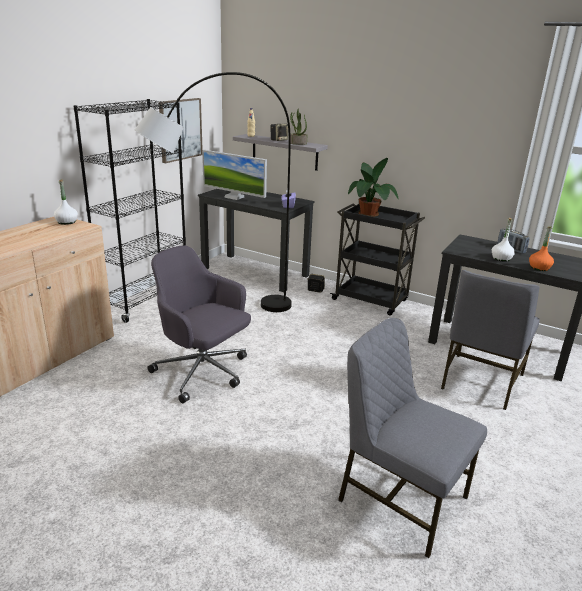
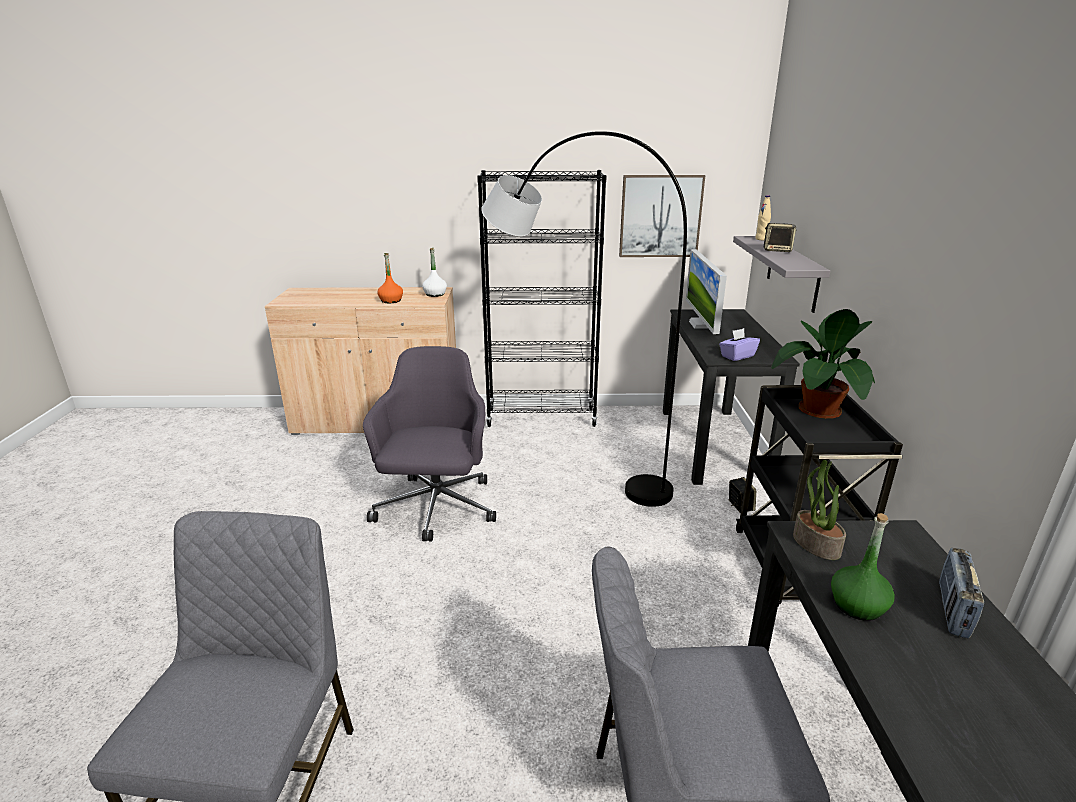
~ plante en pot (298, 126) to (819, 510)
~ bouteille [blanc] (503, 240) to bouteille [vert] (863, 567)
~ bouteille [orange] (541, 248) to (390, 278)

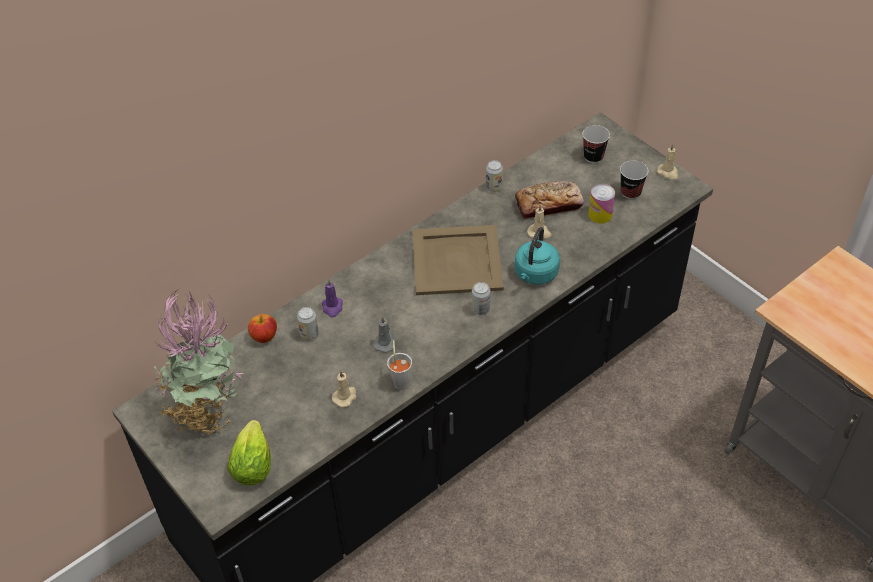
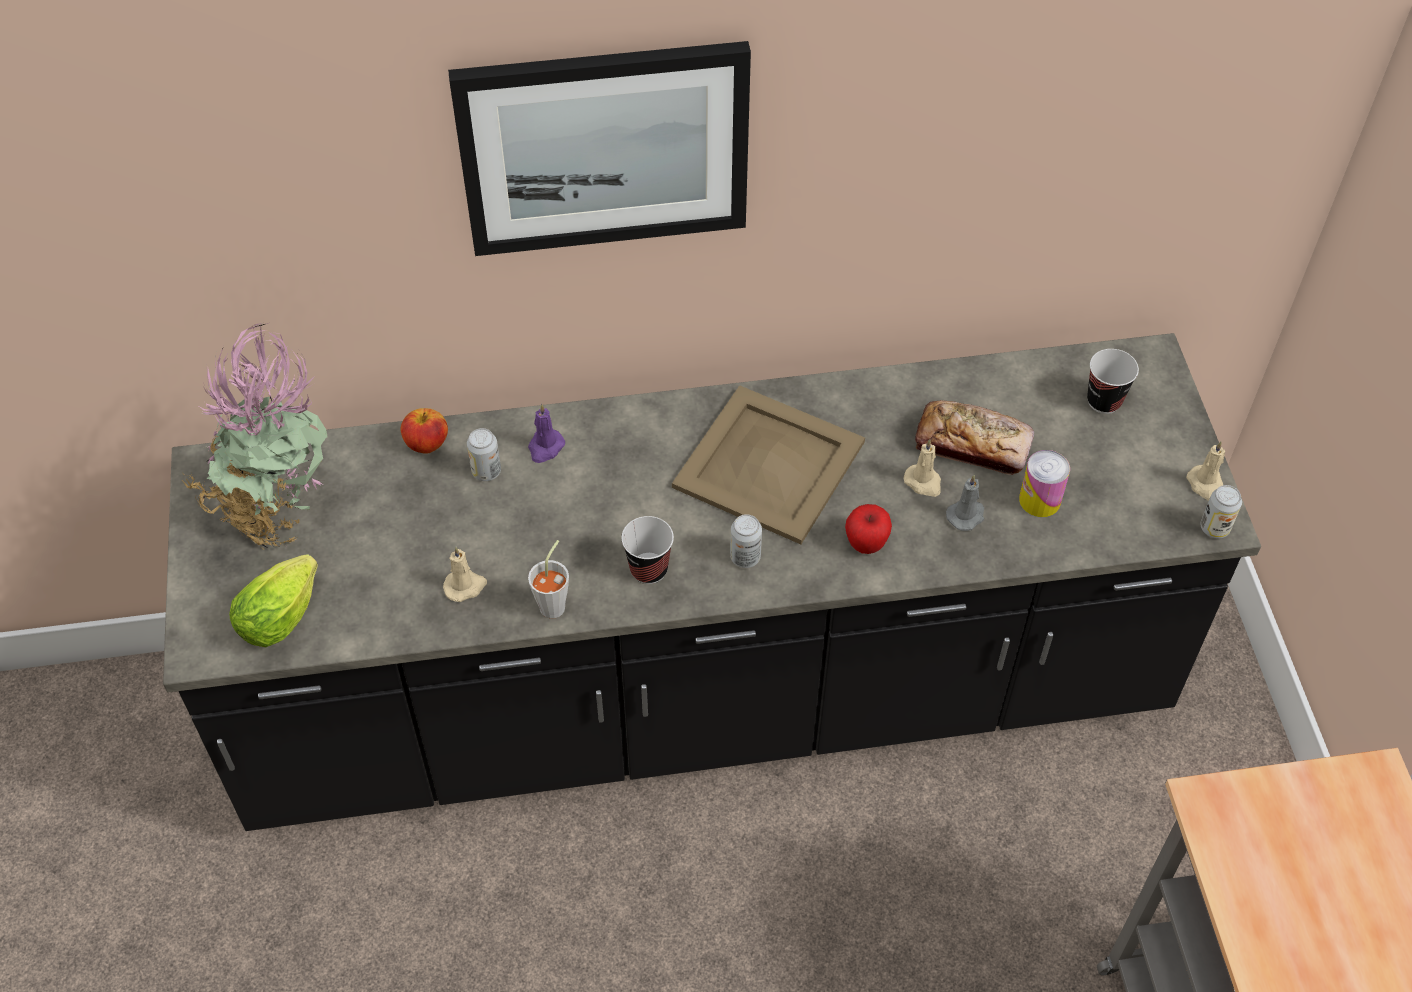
~ bougie [gris] (384, 334) to (965, 503)
~ boîte métallique (494, 176) to (1221, 511)
~ bouilloire [turquoise] (537, 256) to pomme (868, 529)
~ tasse (634, 179) to (647, 550)
+ tableau (599, 148)

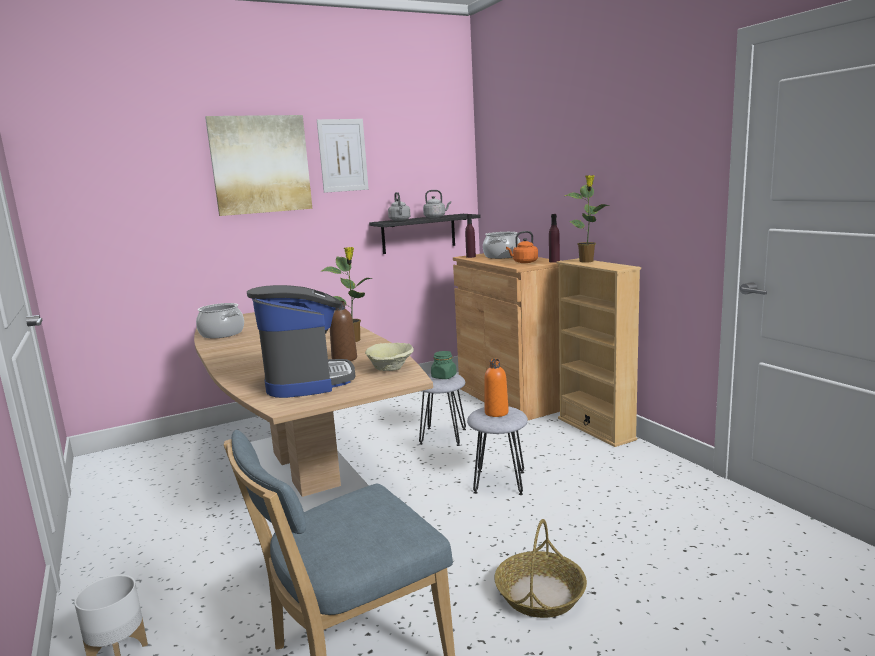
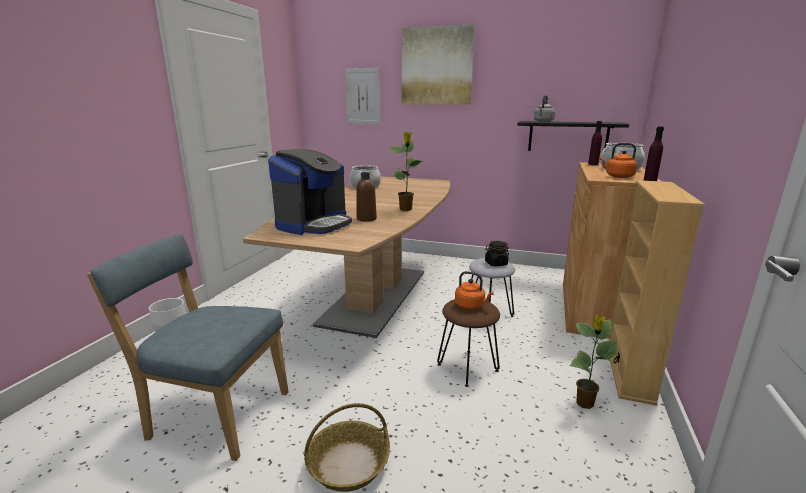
~ tableau (343, 156) to (362, 96)
- bol [beige] (389, 357)
- bouilloire [gris] (437, 204)
~ bocal [vert] (444, 365) to bocal [noir] (497, 253)
~ tabouret [gris] (497, 450) to tabouret [marron] (468, 343)
~ bouteille [orange] (496, 388) to bouilloire [orange] (474, 290)
~ plante en pot (587, 219) to (593, 362)

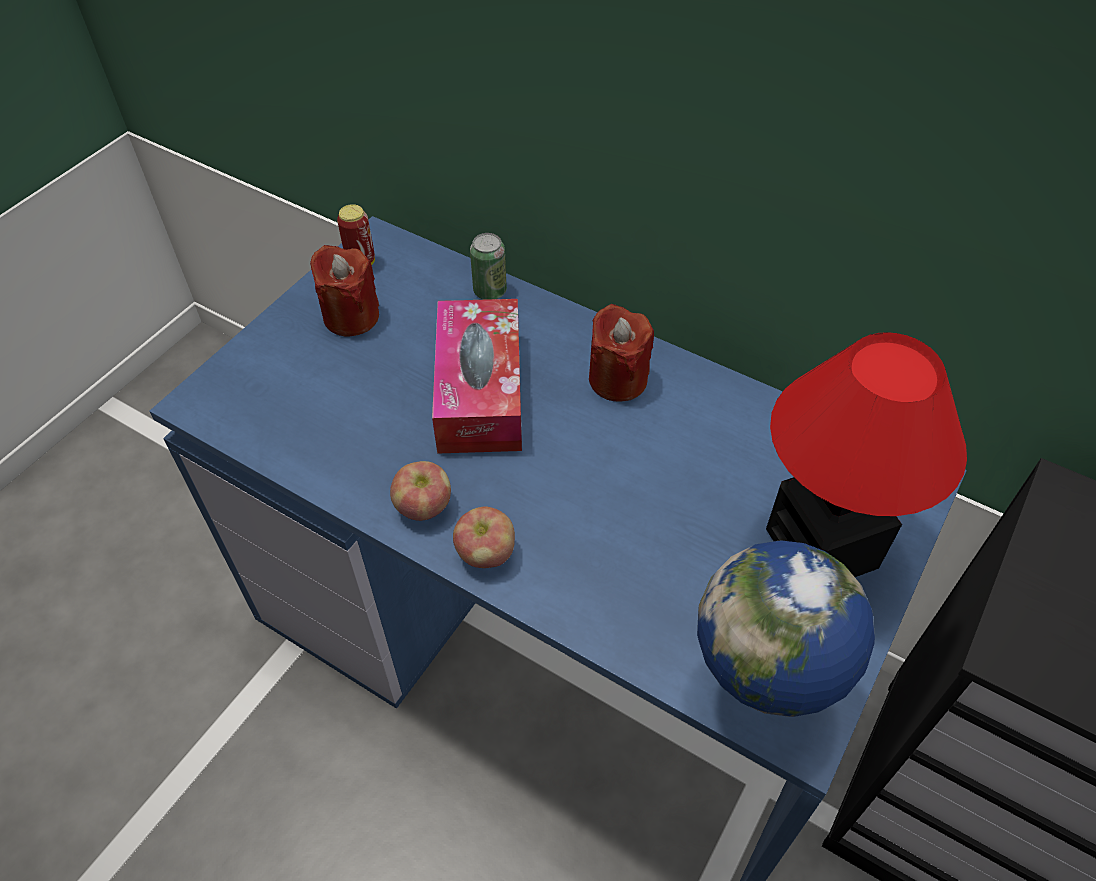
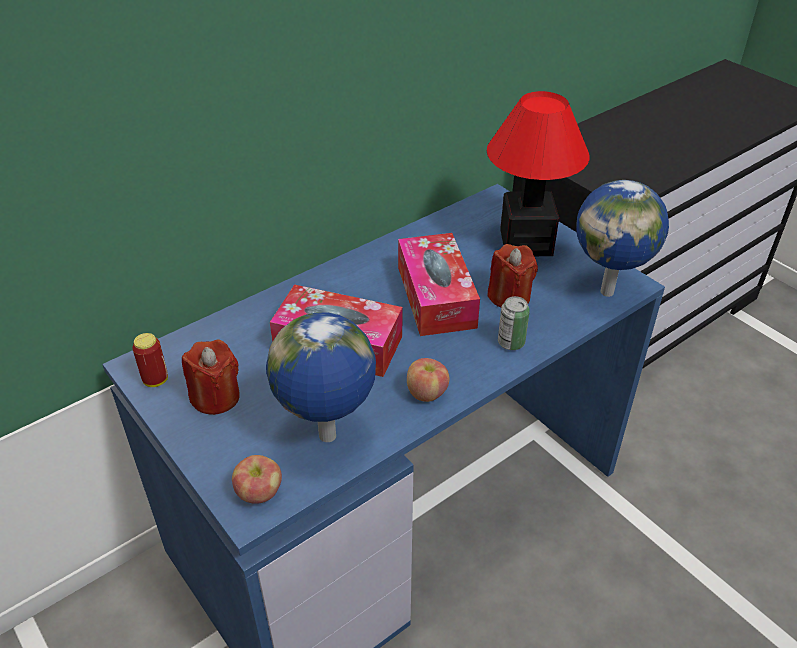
~ pomme (484, 537) to (257, 479)
~ boîte métallique (488, 266) to (514, 323)
~ bougie [rouge] (621, 353) to (512, 276)
+ globe (321, 377)
+ boîte à mouchoirs (439, 284)

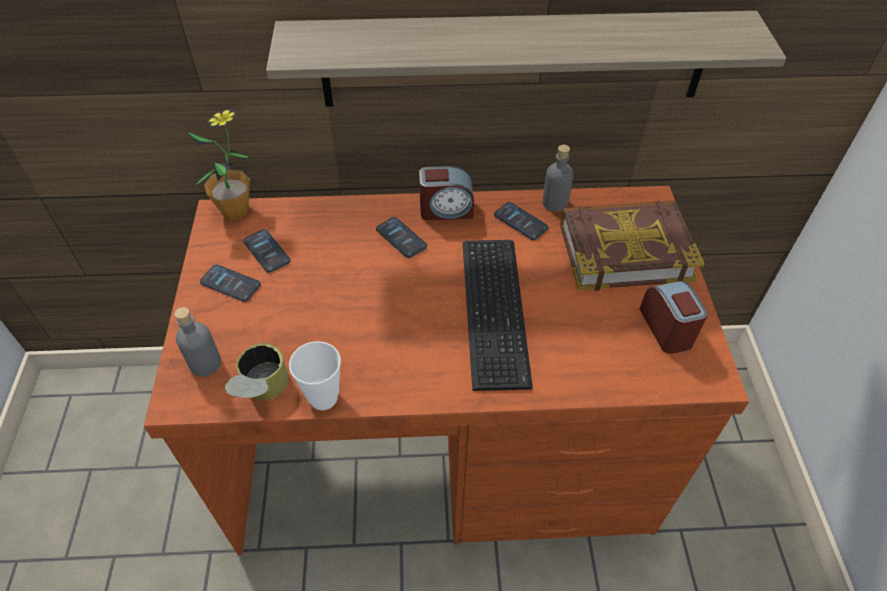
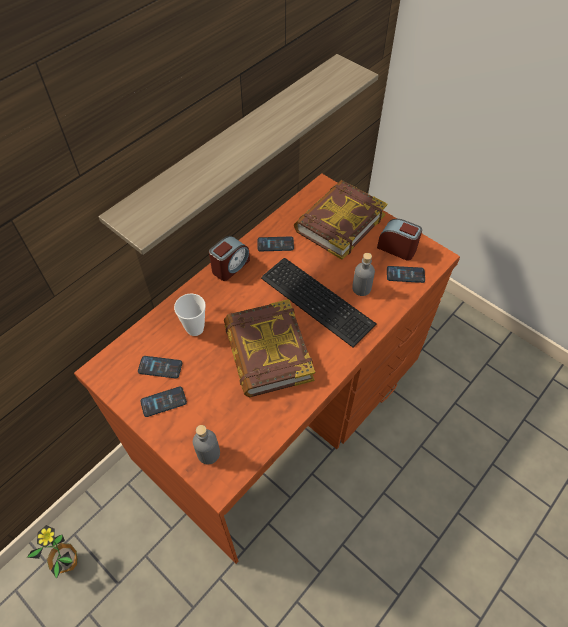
~ plante en pot (219, 164) to (52, 552)
- boîte métallique (257, 371)
~ tasse (315, 375) to (190, 315)
~ téléphone (401, 237) to (406, 274)
~ bouteille [gris] (558, 178) to (363, 274)
+ livre (269, 348)

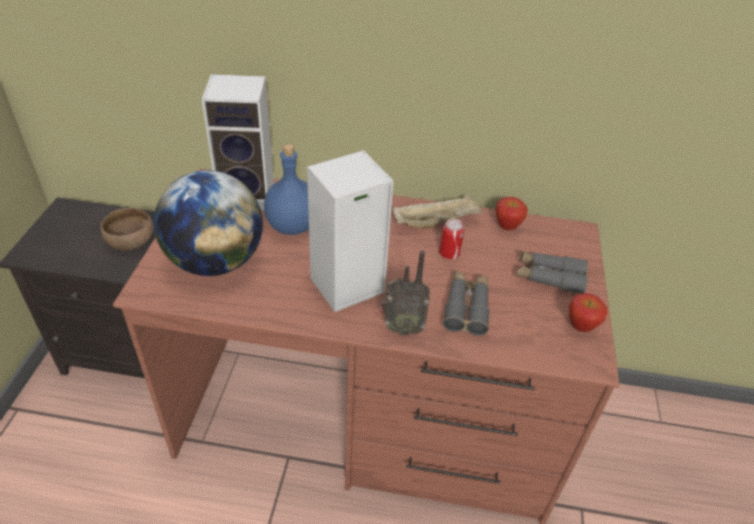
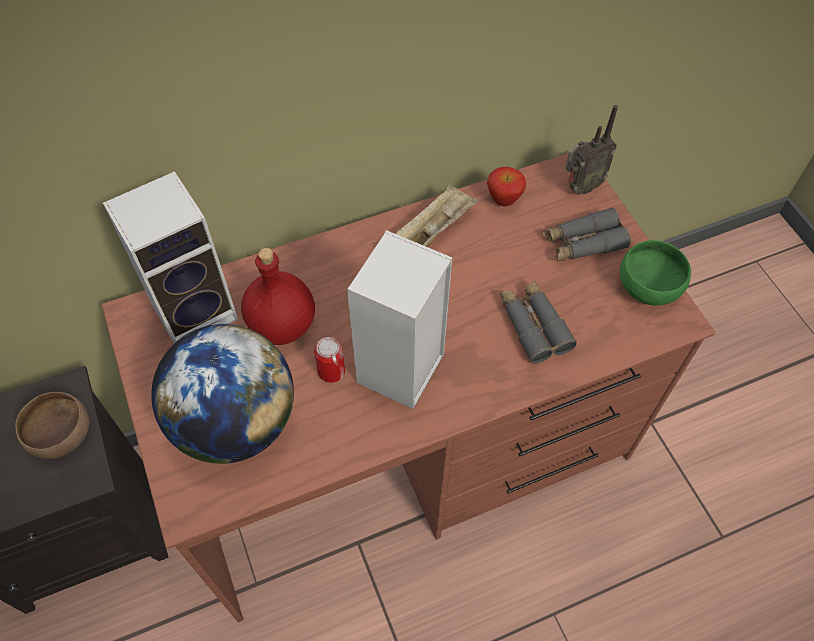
~ bouteille [bleu] (286, 189) to bouteille [rouge] (278, 296)
~ radio (405, 293) to (591, 150)
~ boîte métallique (451, 239) to (329, 360)
~ pomme (588, 312) to bol [vert] (655, 273)

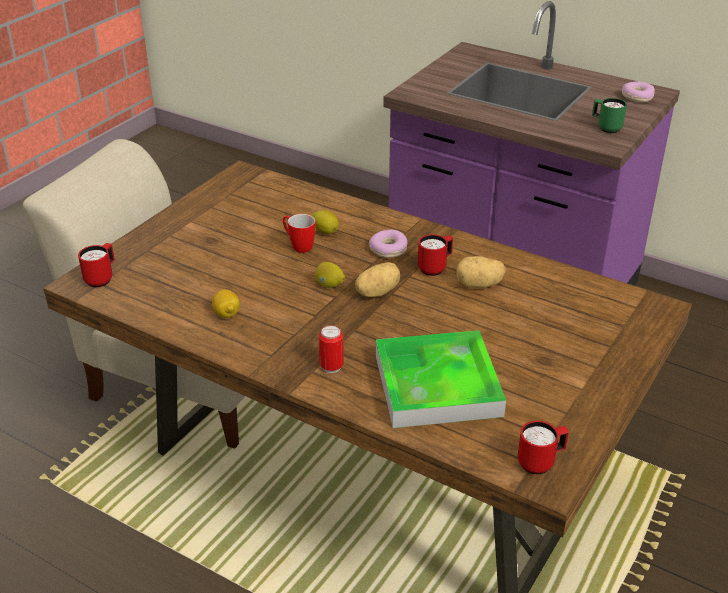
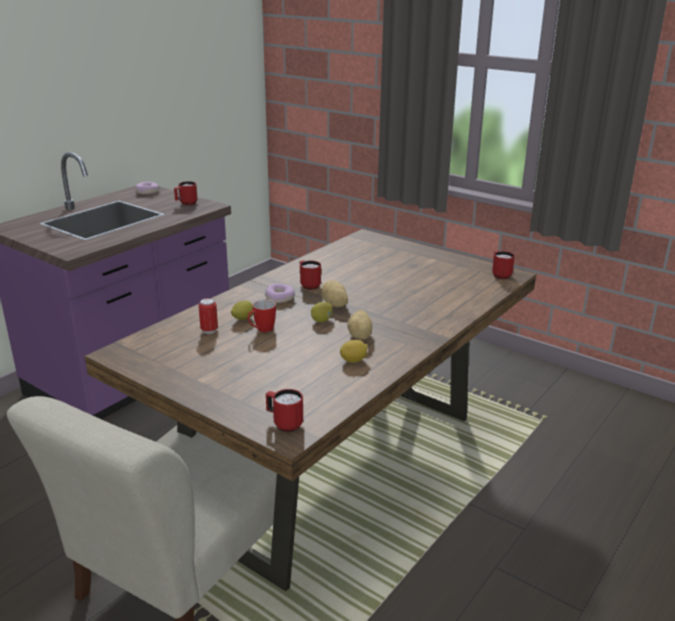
~ boîte métallique (331, 349) to (208, 316)
- plateau (441, 379)
~ pomme de terre (481, 272) to (359, 325)
~ mug [vert] (609, 115) to mug [rouge] (185, 193)

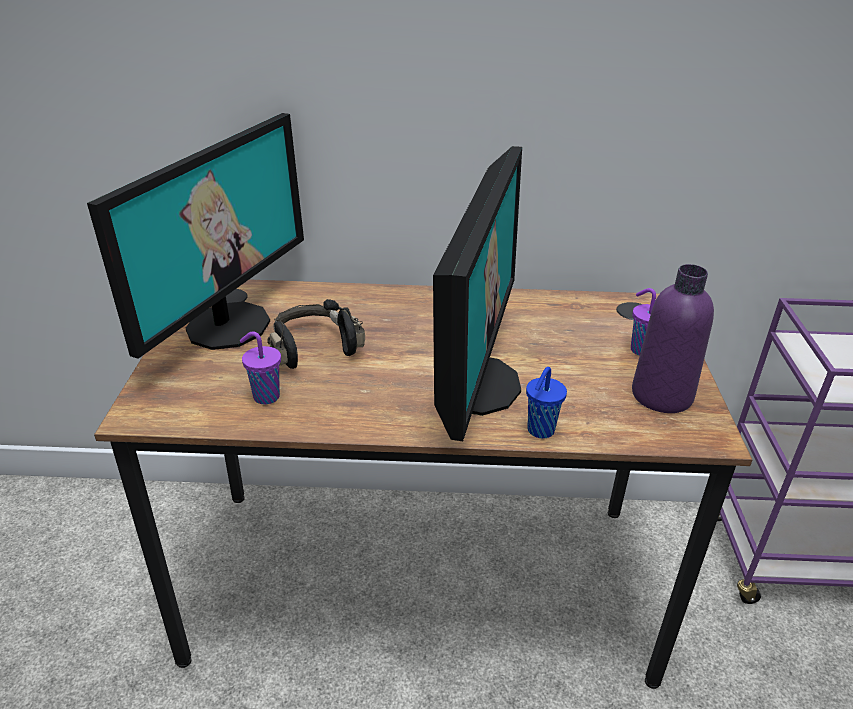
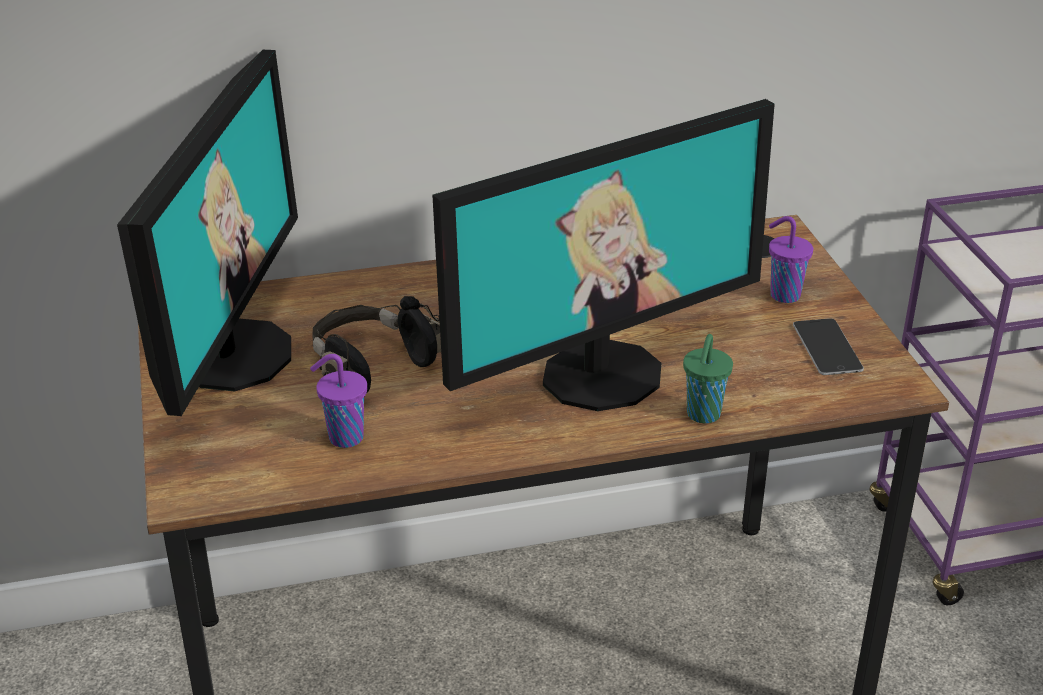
~ écran d'ordinateur (477, 293) = (603, 255) 60 degrees clockwise
~ tasse [bleu] (546, 403) to tasse [vert] (708, 379)
~ bouteille [violet] (673, 338) to téléphone (828, 346)

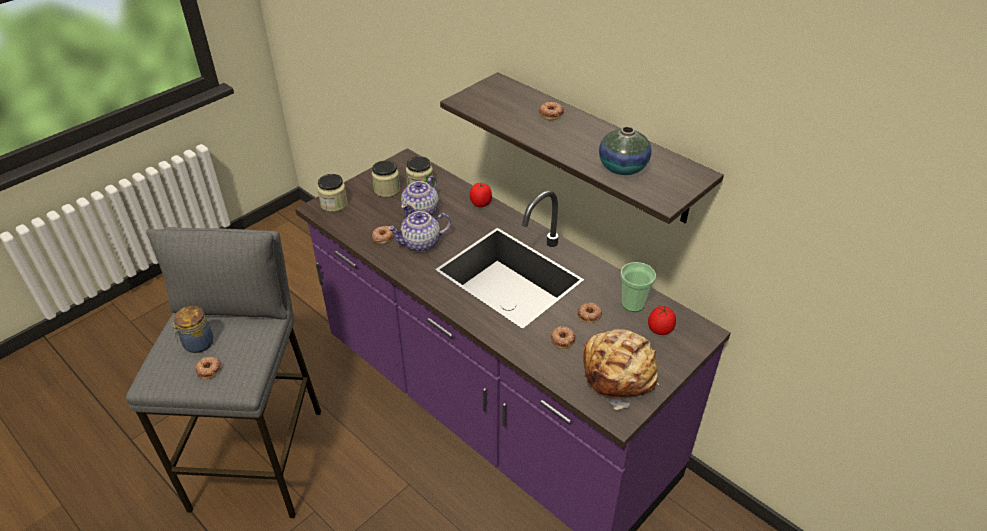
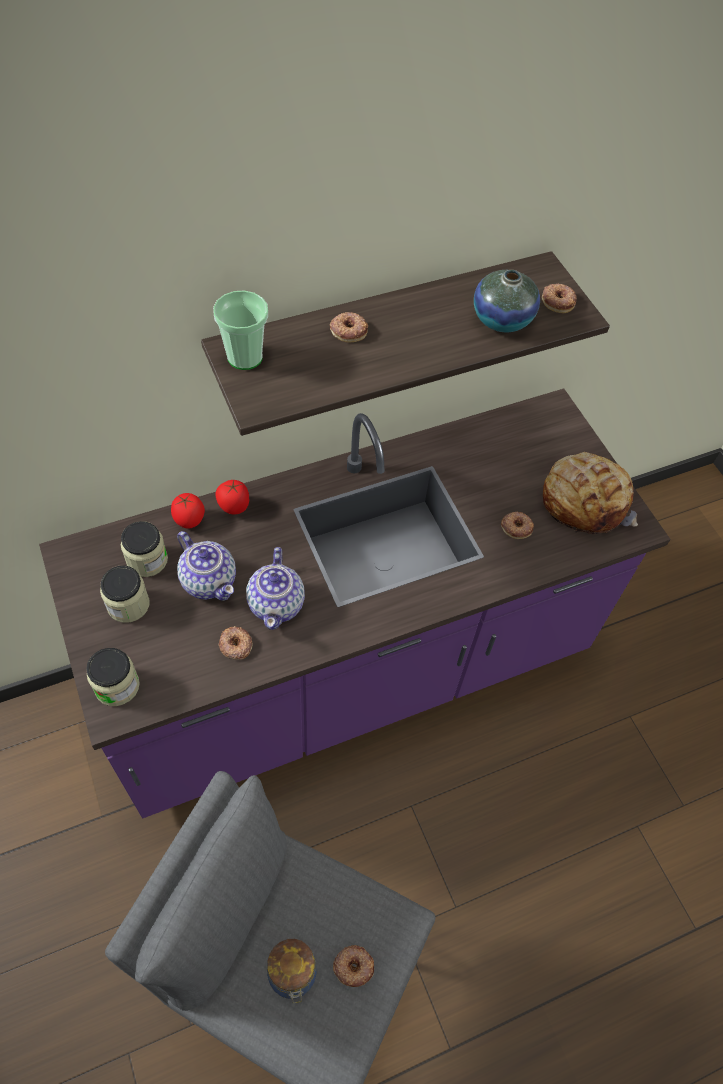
~ beignet (589, 312) to (559, 298)
~ tasse (638, 287) to (240, 330)
~ tomate (662, 320) to (188, 511)

